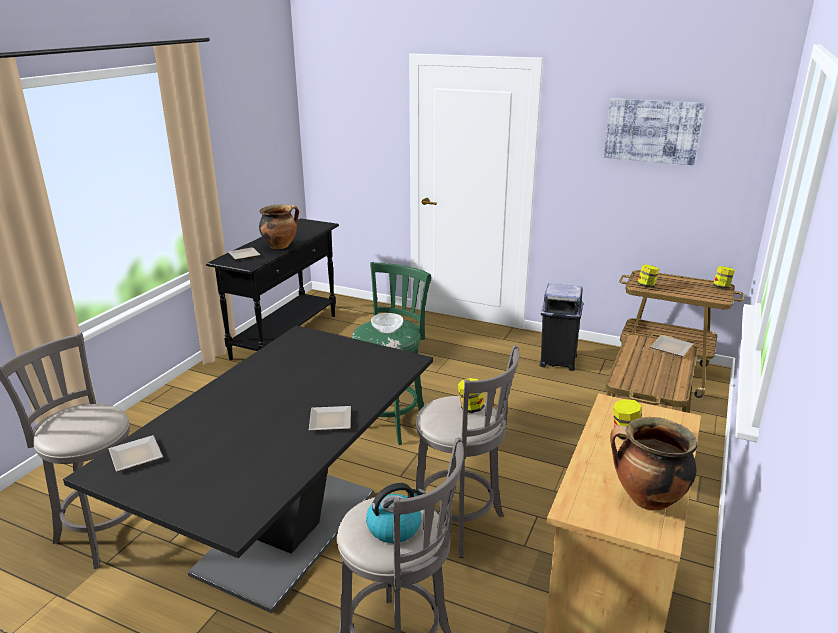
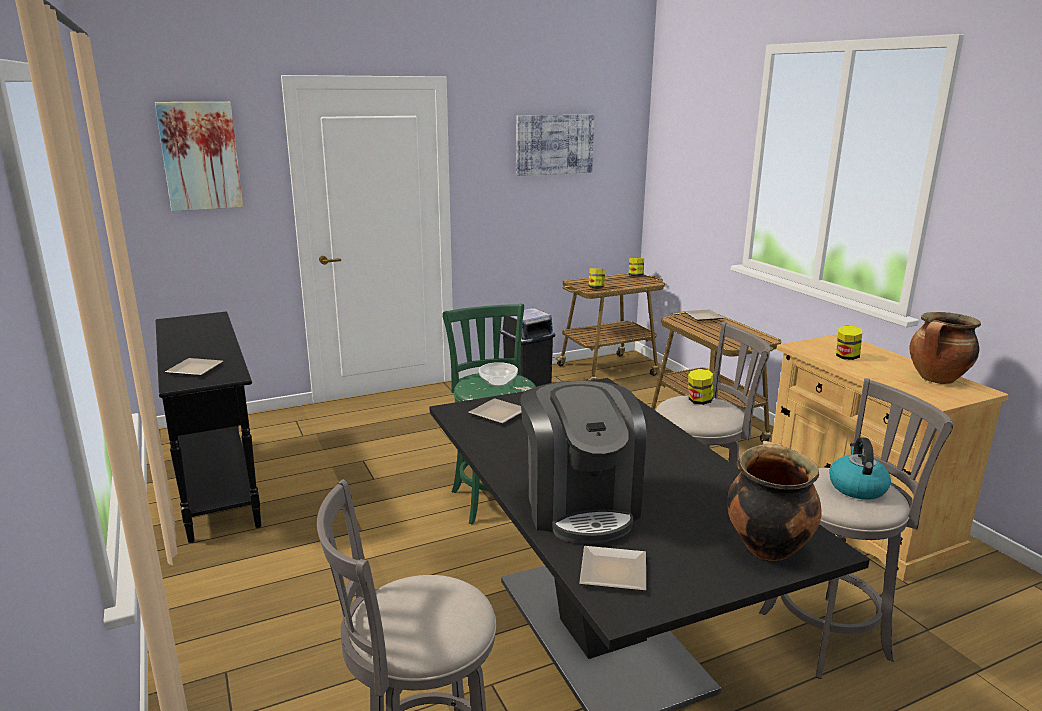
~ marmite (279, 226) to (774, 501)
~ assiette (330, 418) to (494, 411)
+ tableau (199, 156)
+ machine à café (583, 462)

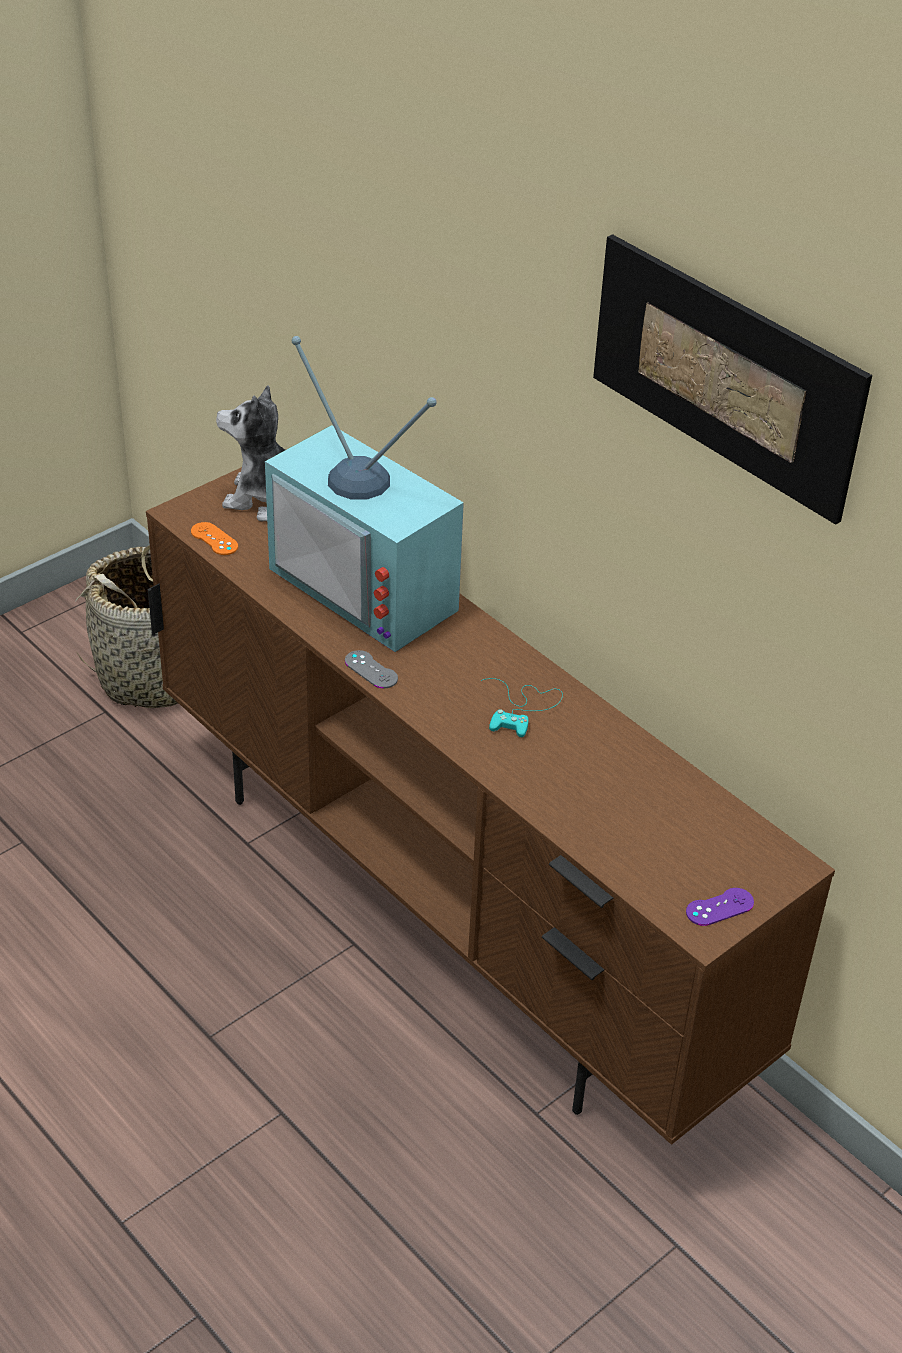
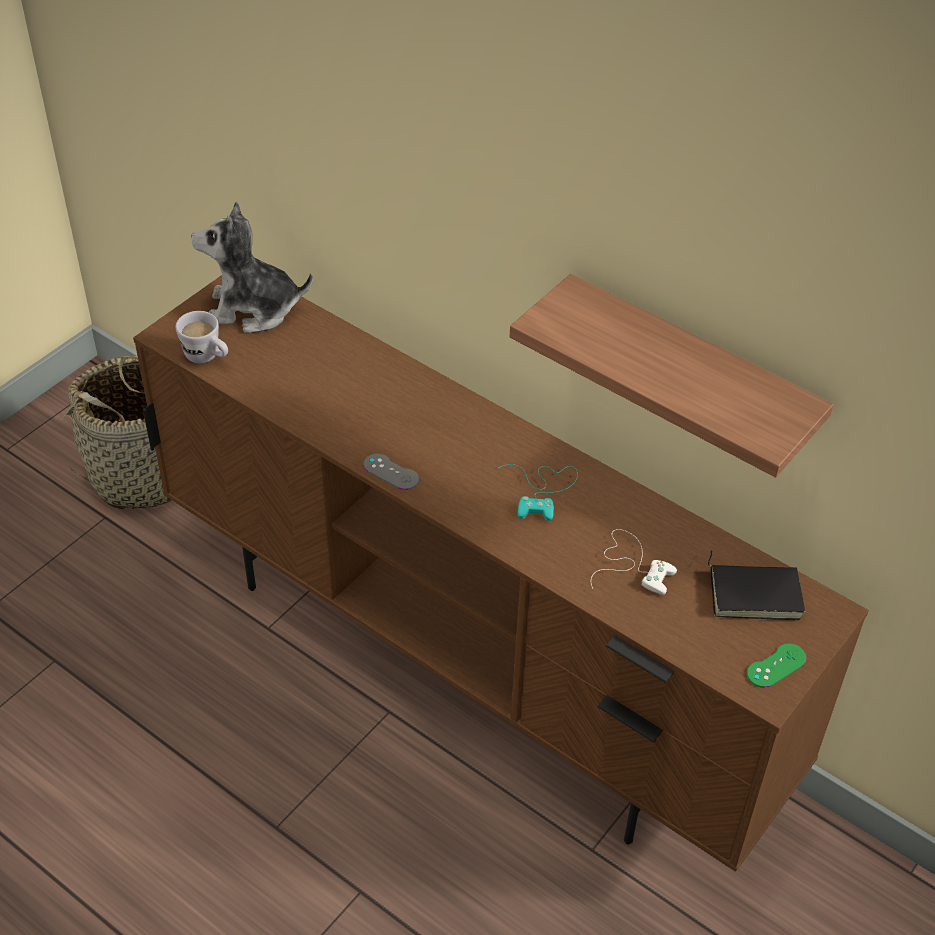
~ manette [orange] (214, 538) to mug [blanc] (202, 337)
- téléviseur (364, 494)
- tableau (732, 379)
~ manette [violet] (720, 907) to manette [vert] (777, 665)
+ étagère (672, 376)
+ manette [blanc] (634, 562)
+ livre [noir] (756, 585)

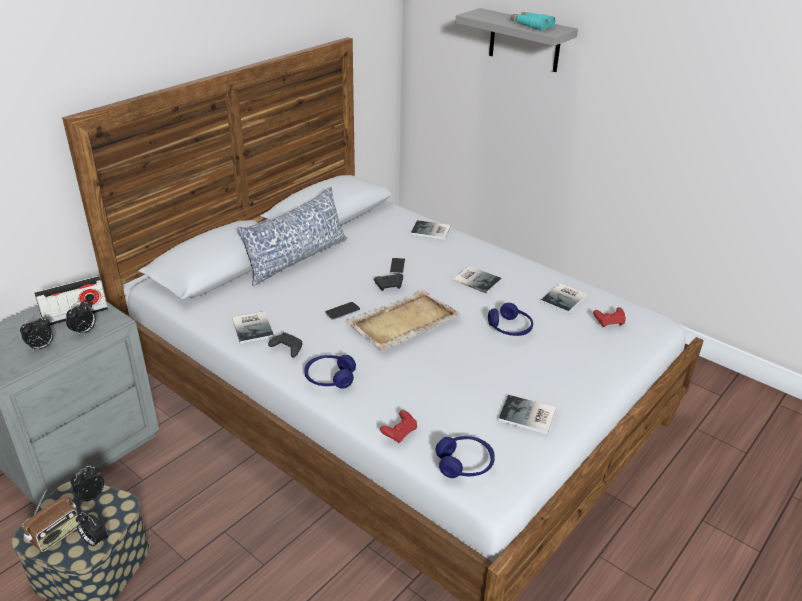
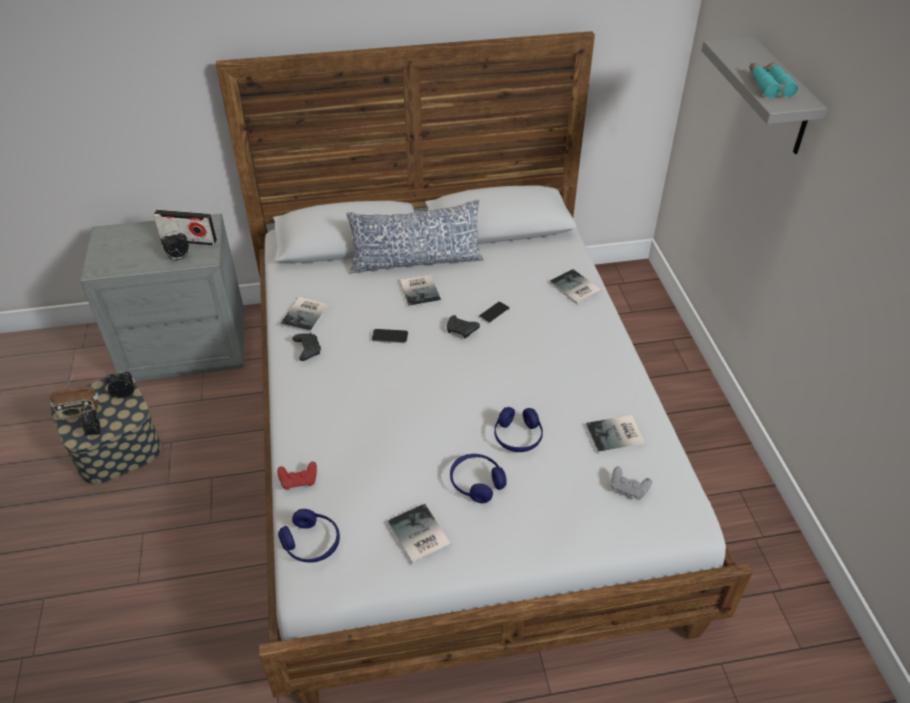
- réveil (36, 334)
~ casque audio [bleu] (330, 372) to (478, 478)
- plateau [beige] (403, 320)
~ livre (477, 280) to (420, 291)
~ manette [rouge] (609, 317) to manette [gris] (631, 483)

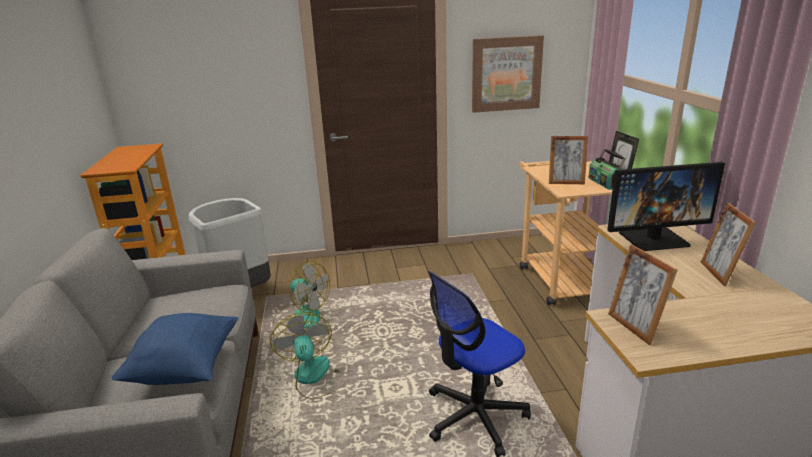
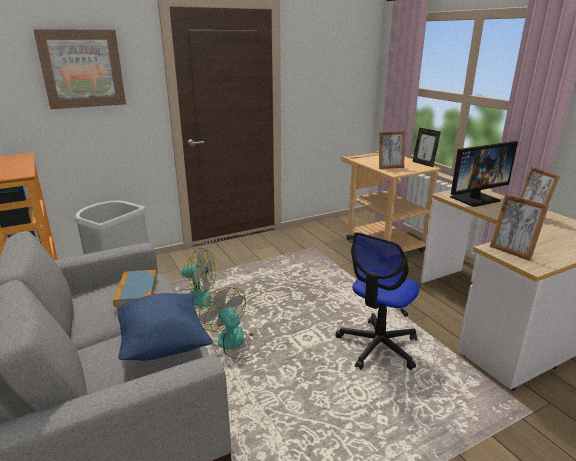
~ tableau (508, 74) to (79, 69)
- radio (607, 169)
+ livre (135, 288)

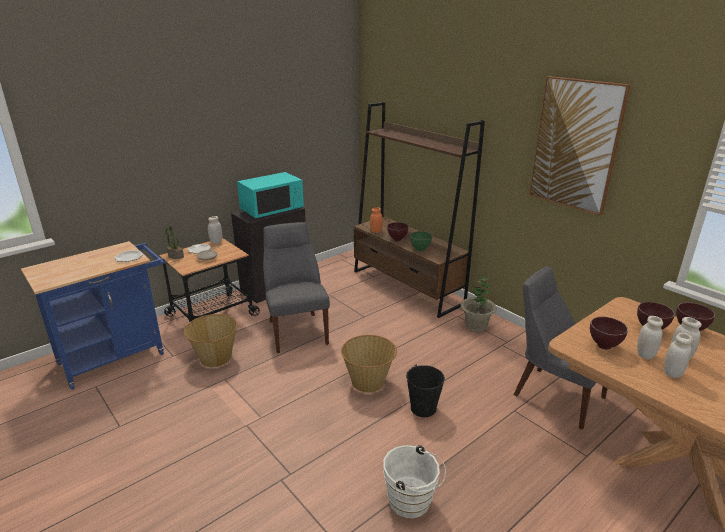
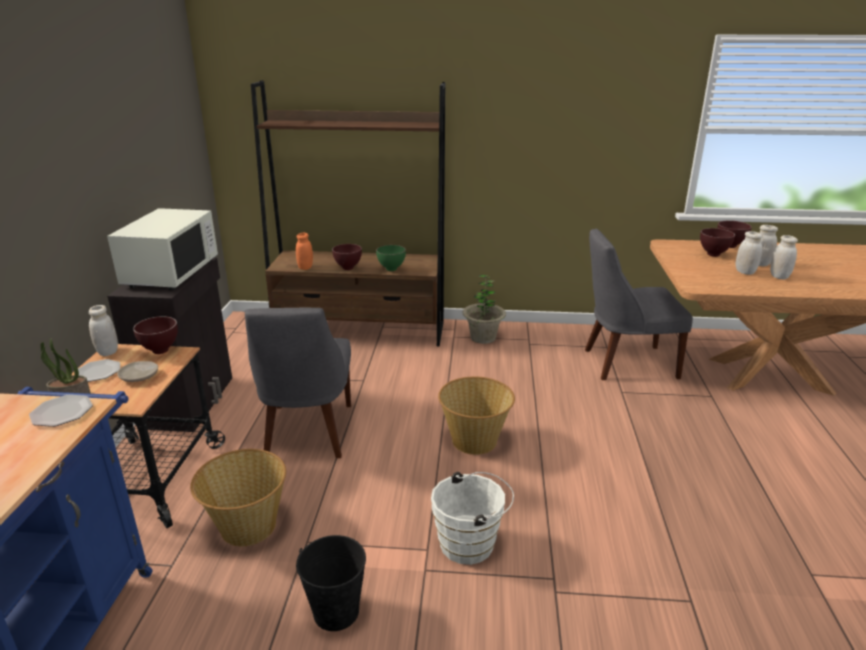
~ micro-ondes [turquoise] (270, 196) to micro-ondes [blanc] (162, 249)
~ chaise [gris] (296, 287) = (298, 383) 120 degrees counterclockwise
~ seau [blanc] (414, 481) to (472, 518)
~ seau [noir] (425, 391) to (331, 583)
- tableau (580, 145)
~ bol [marron] (609, 333) to (155, 335)

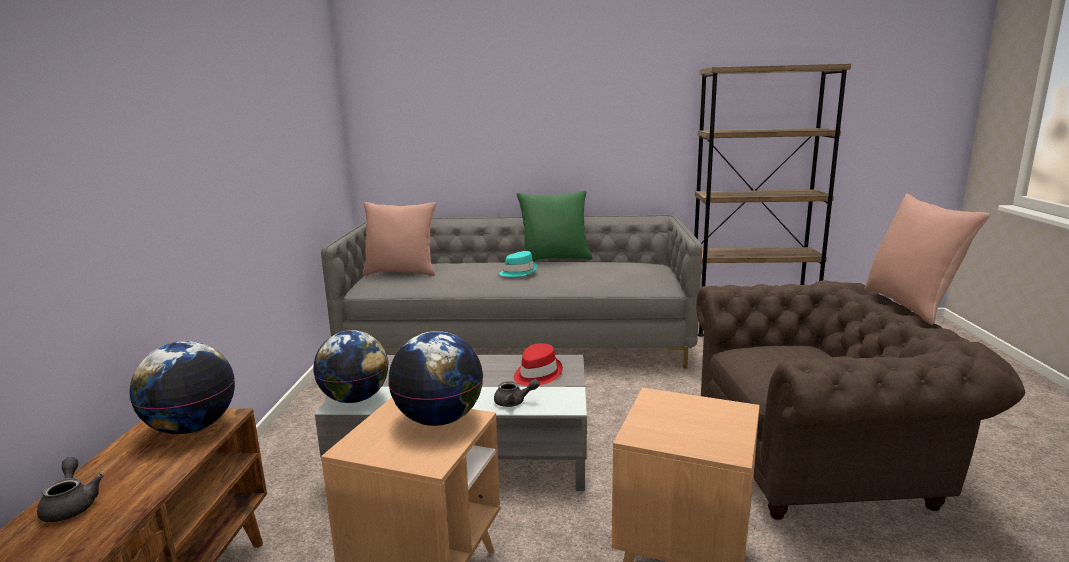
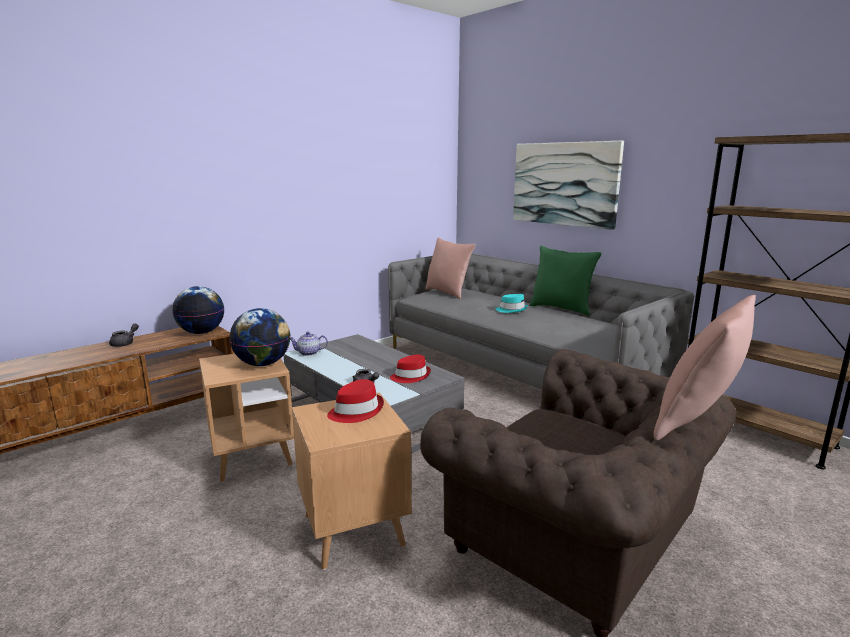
~ globe (350, 366) to théière (309, 344)
+ chapeau [rouge] (355, 401)
+ tableau (568, 185)

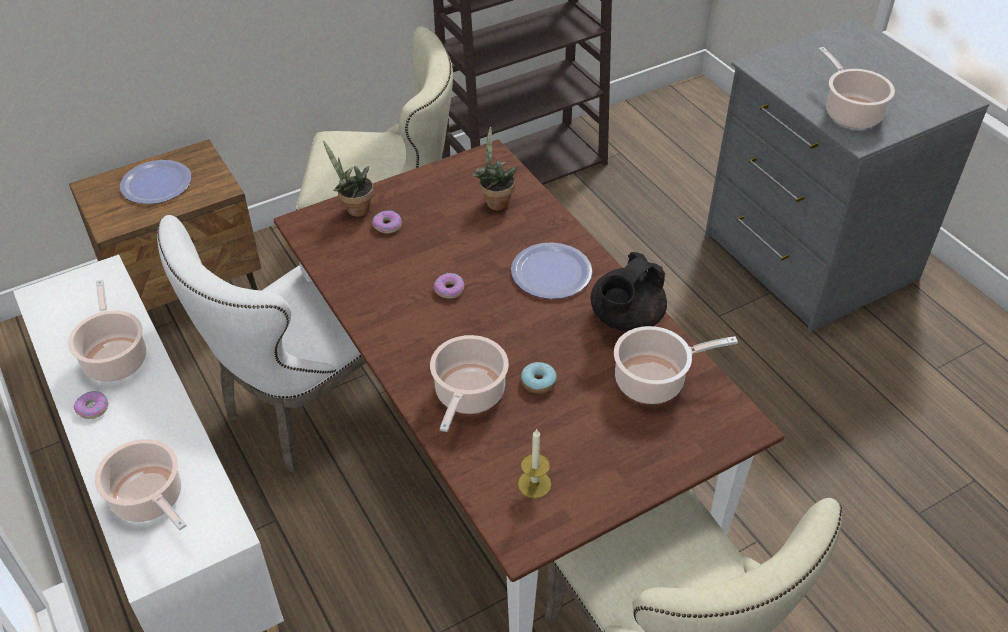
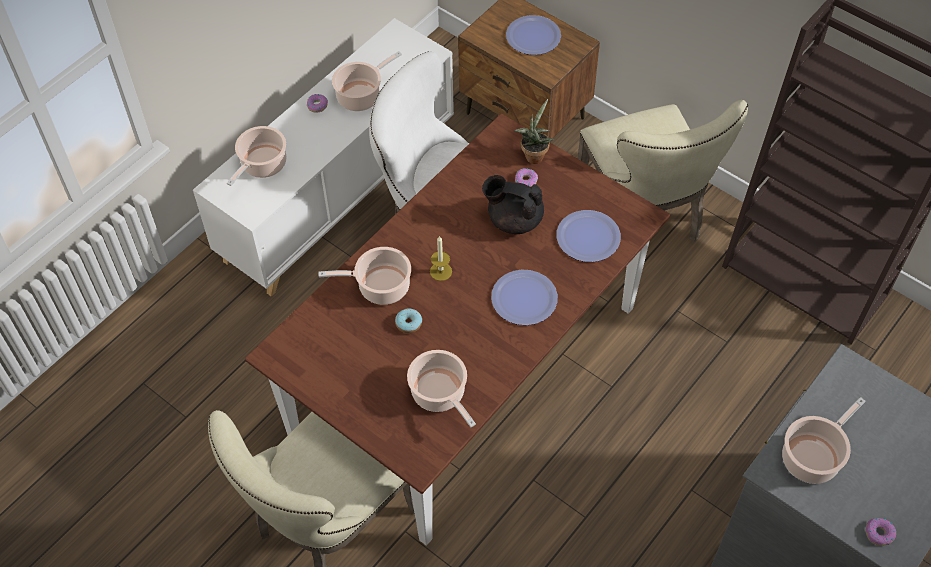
~ beignet (449, 286) to (881, 531)
~ plante en pot (494, 168) to assiette (588, 236)
~ bougie (534, 464) to (441, 258)
~ théière [noir] (629, 291) to (513, 204)

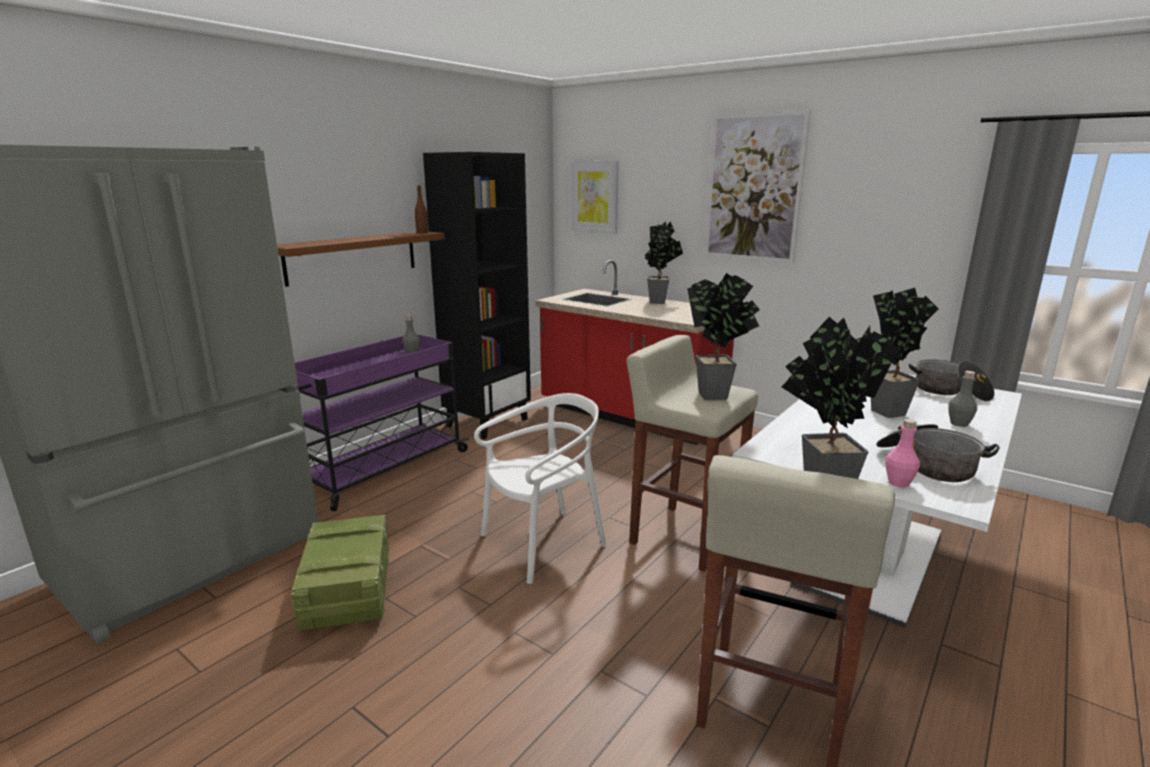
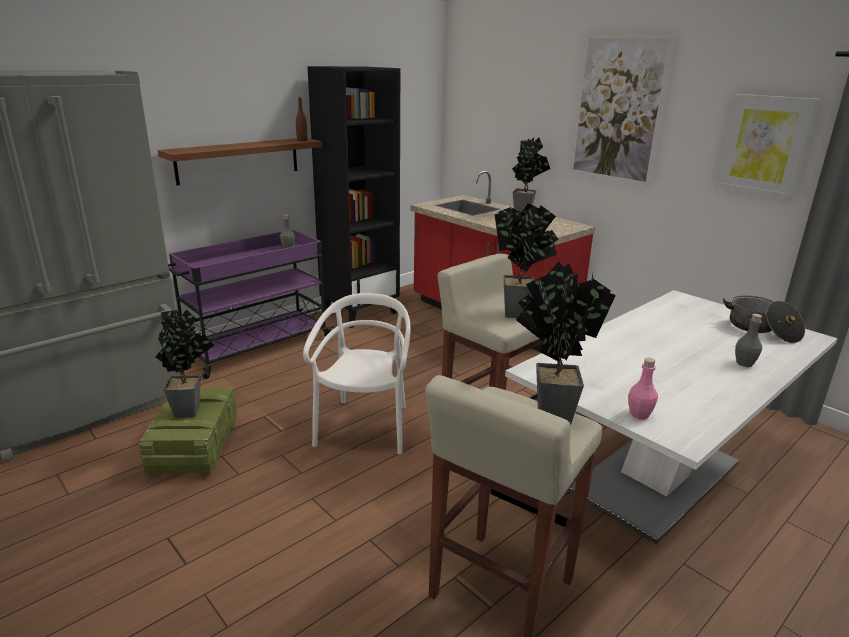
~ chaise [blanc] (540, 488) = (356, 373) 60 degrees counterclockwise
~ tableau (594, 197) to (767, 146)
~ plante en pot (905, 353) to (184, 363)
- marmite (938, 453)

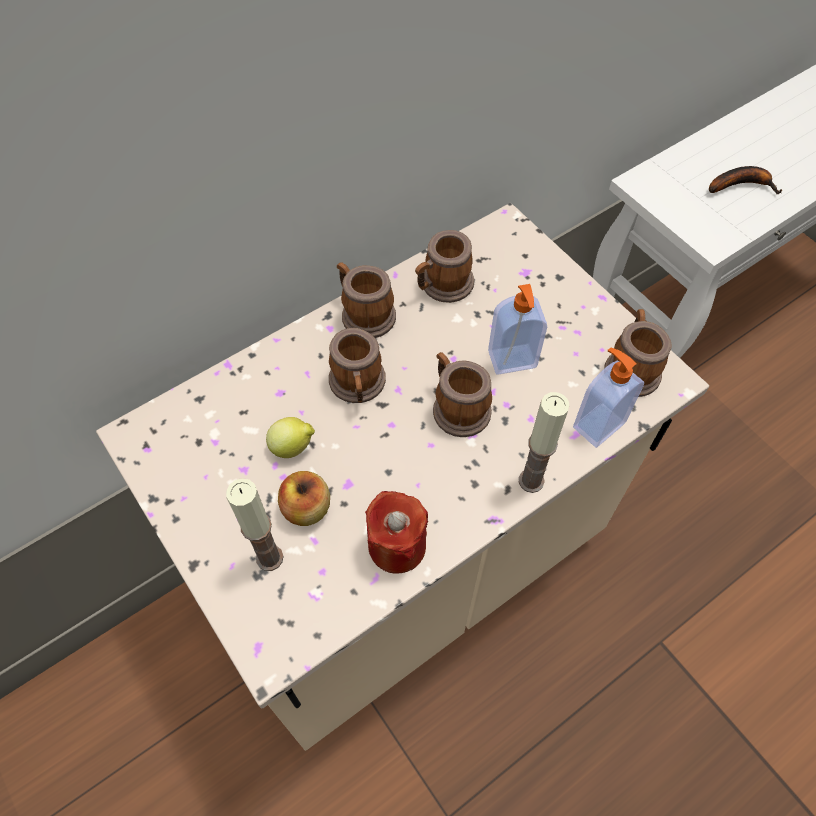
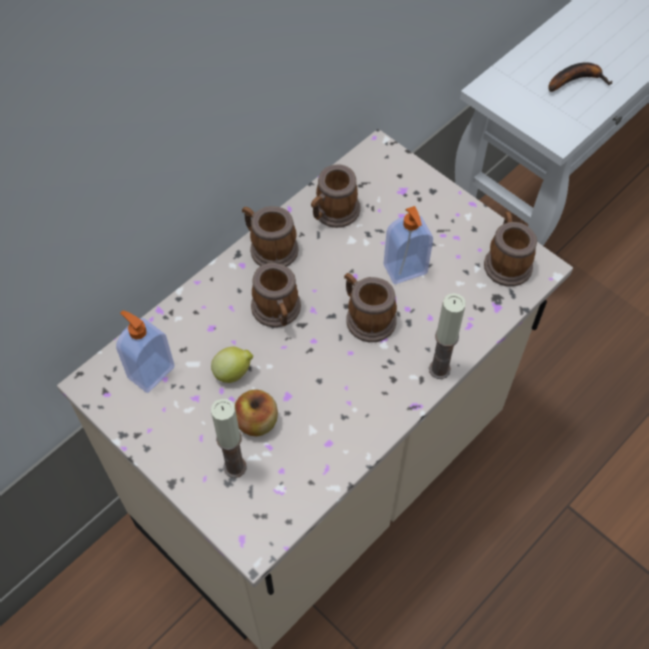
- bougie [rouge] (396, 532)
~ distributeur de savon (608, 398) to (145, 352)

